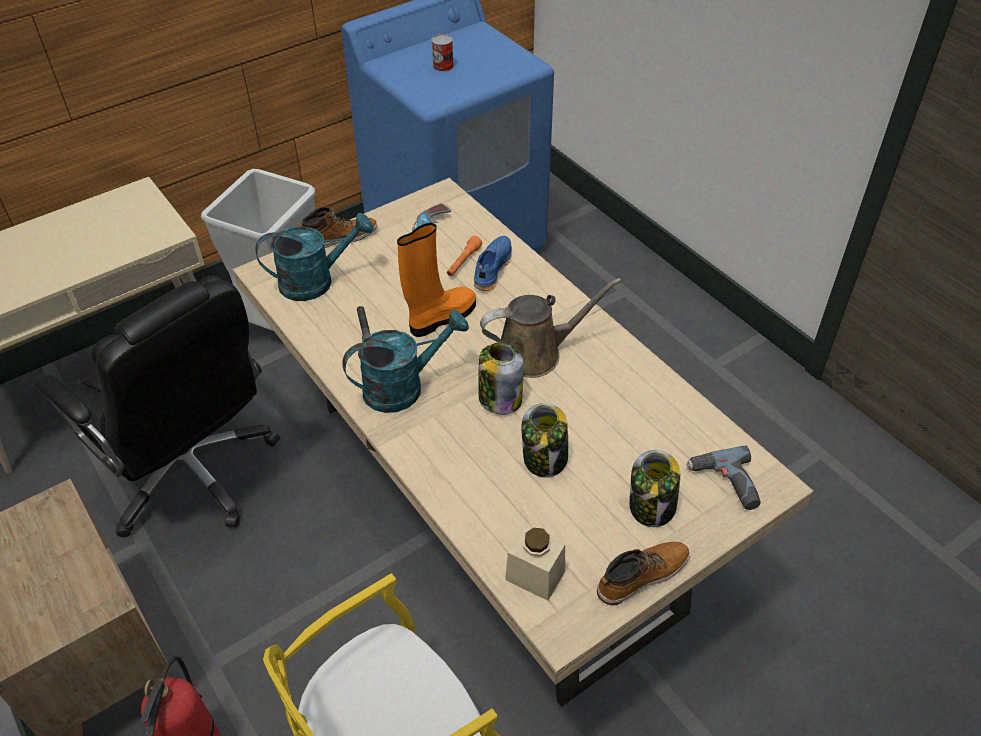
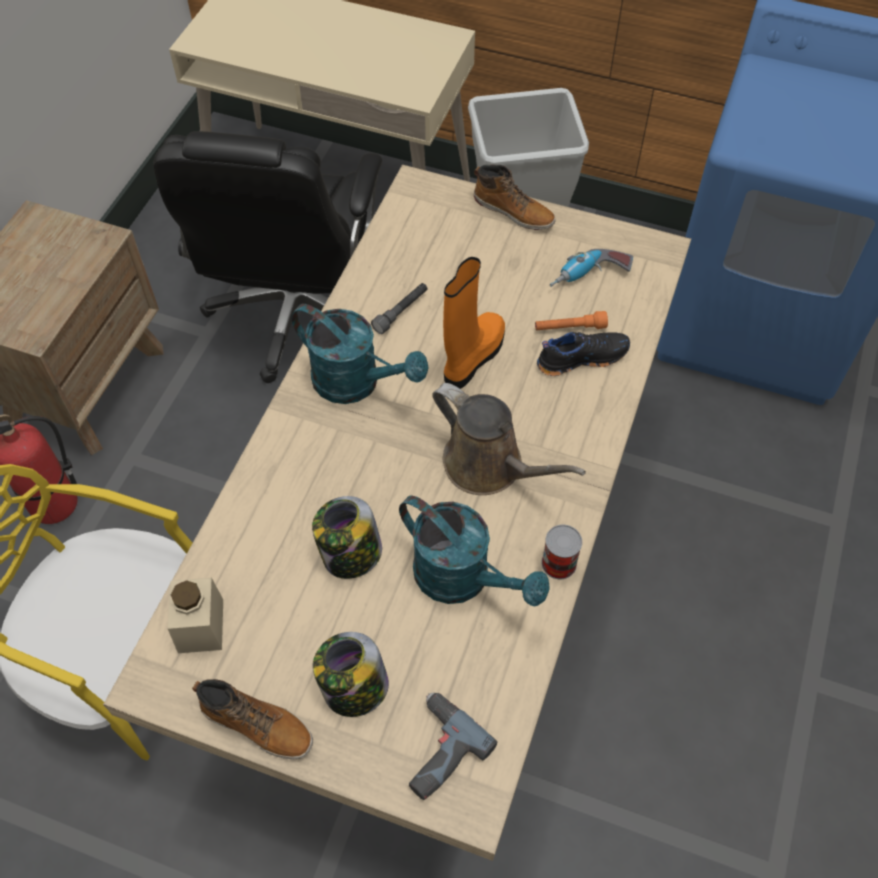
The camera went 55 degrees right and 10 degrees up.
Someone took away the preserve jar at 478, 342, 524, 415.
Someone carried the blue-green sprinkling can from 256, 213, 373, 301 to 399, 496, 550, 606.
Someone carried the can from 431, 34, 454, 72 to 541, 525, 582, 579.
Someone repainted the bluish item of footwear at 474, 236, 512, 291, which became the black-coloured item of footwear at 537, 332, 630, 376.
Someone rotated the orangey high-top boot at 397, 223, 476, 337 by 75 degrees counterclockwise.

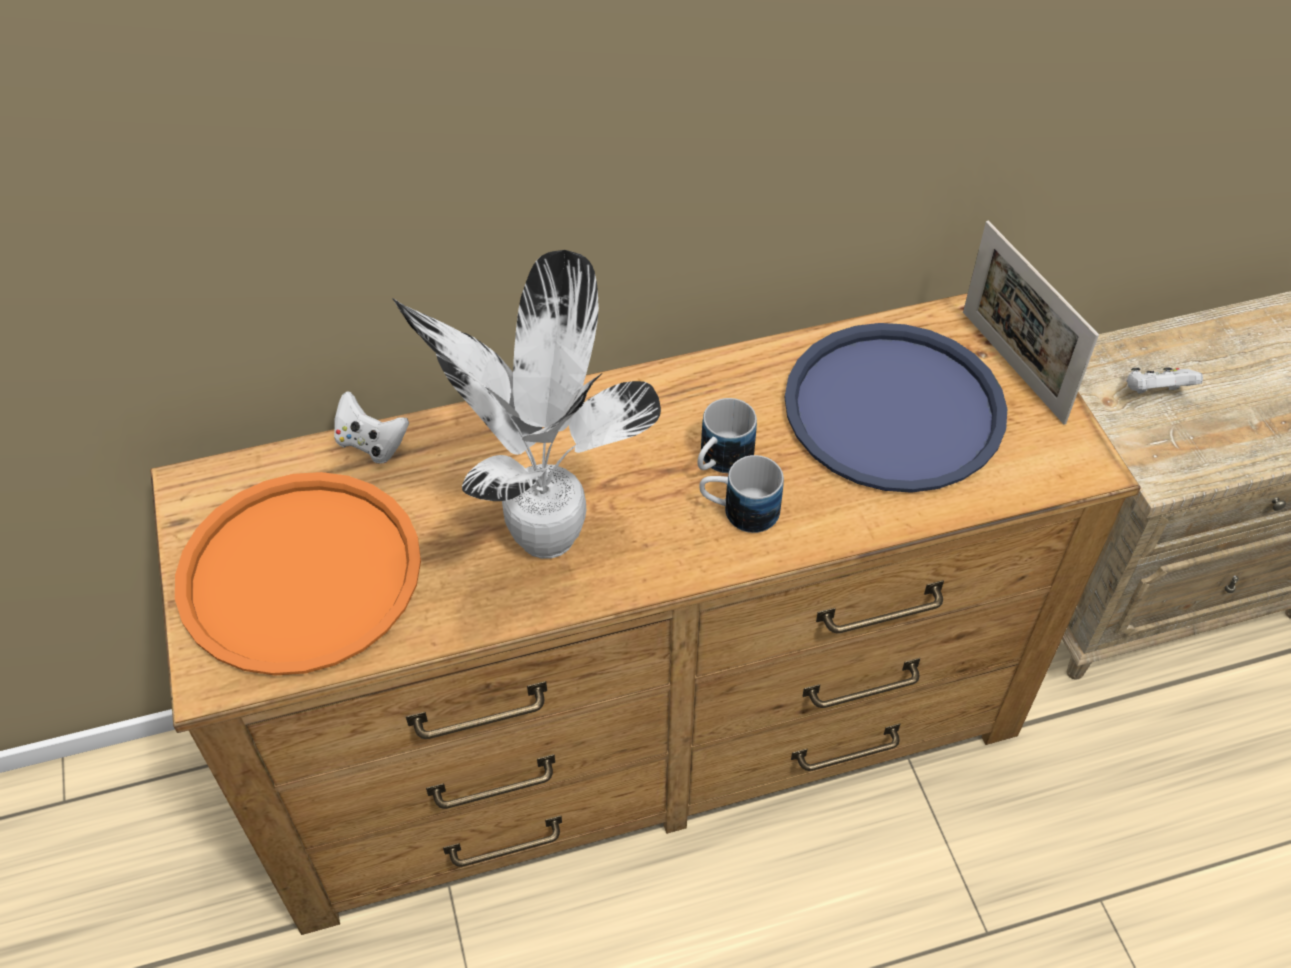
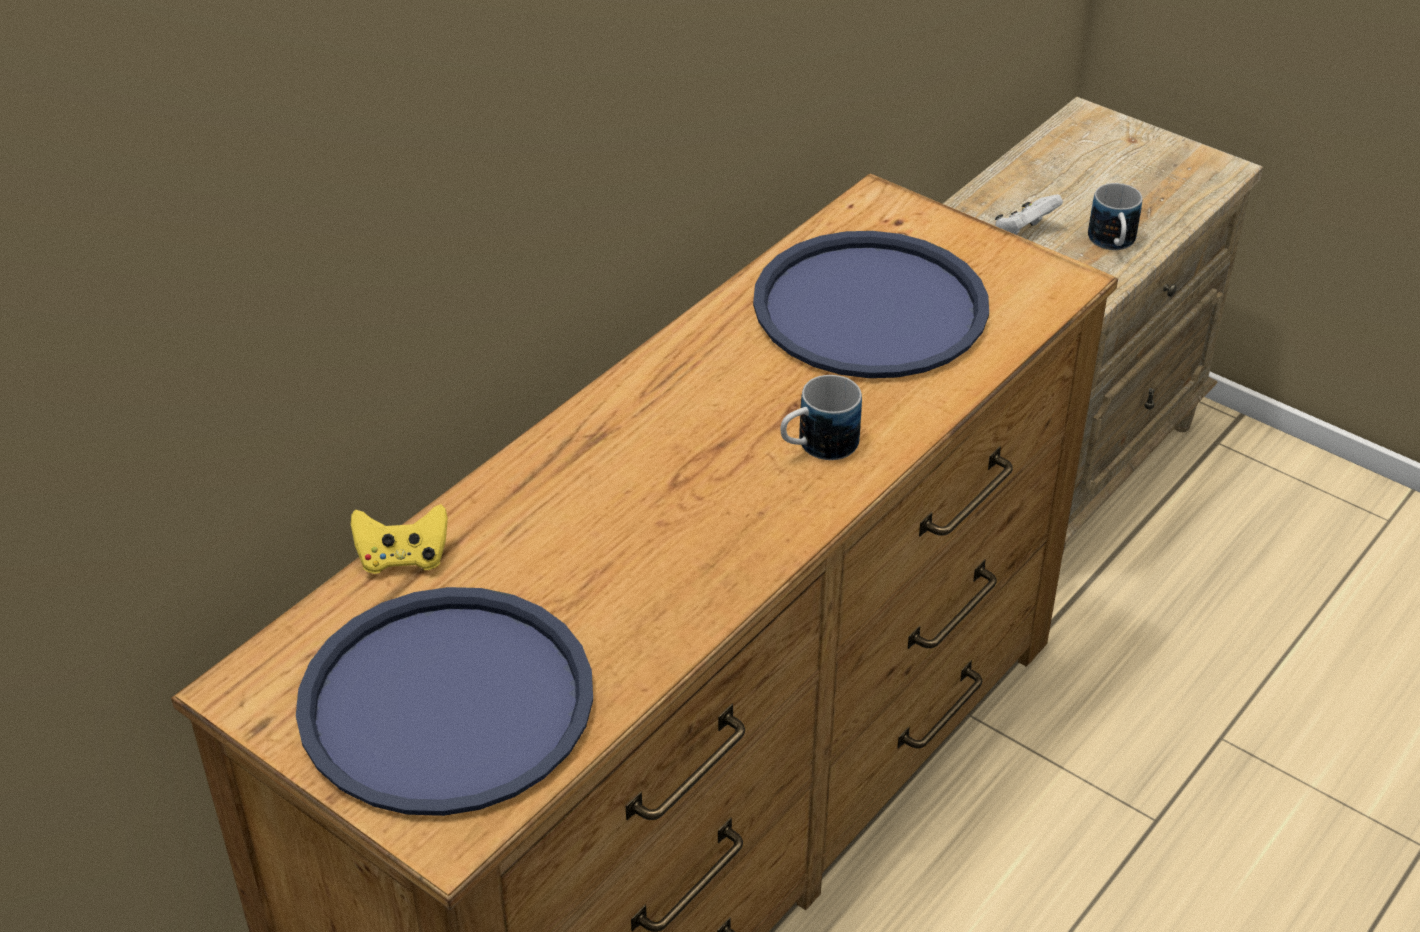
The camera went 35 degrees left and 10 degrees down.
Someone took away the plant in a pot at 392, 250, 661, 559.
Someone took away the photo frame at 963, 221, 1099, 425.
Someone carried the tea mug from 698, 398, 757, 473 to 1088, 183, 1142, 250.
Someone repainted the orangey tray at 175, 472, 421, 675, which became the bluish tray at 296, 587, 593, 816.
Someone repainted the whitish joypad at 334, 392, 409, 464, which became the yellowish joypad at 351, 504, 448, 574.

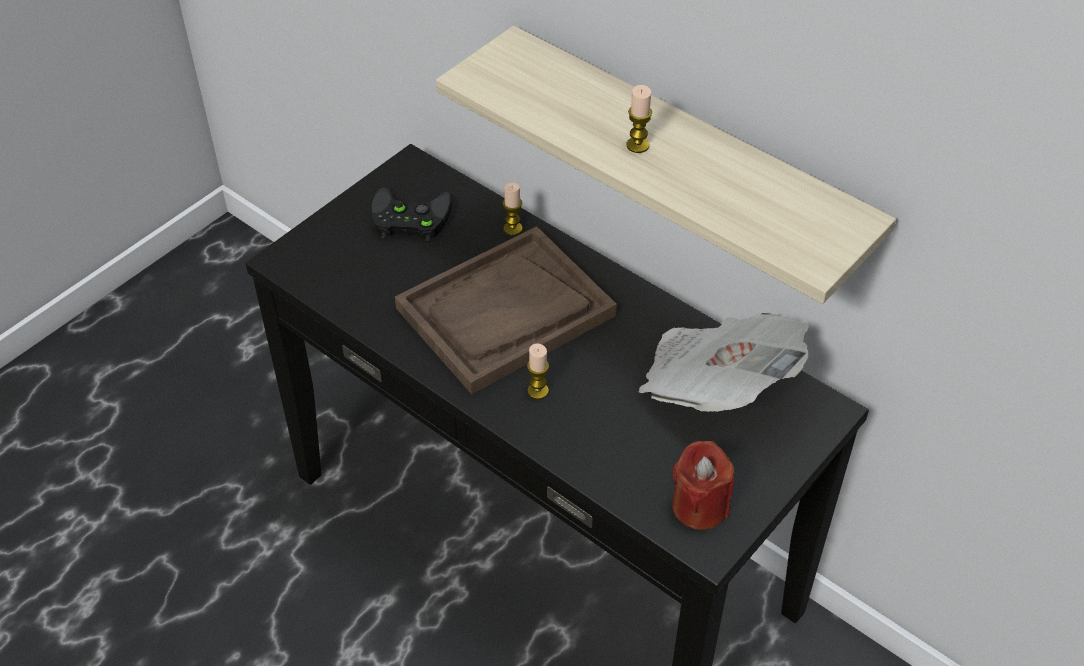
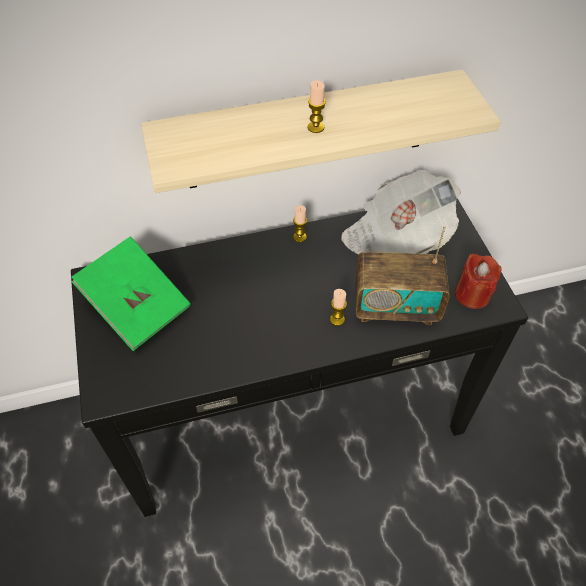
The camera went 55 degrees left and 5 degrees up.
Someone took away the brown-coloured tray at 395, 226, 617, 394.
Someone put down the radio set at 355, 226, 450, 325.
Someone carried the wax candle from 503, 183, 523, 236 to 293, 206, 307, 242.
Someone swapped the black-coloured joypad at 372, 188, 452, 242 for the green bound book at 72, 237, 191, 351.

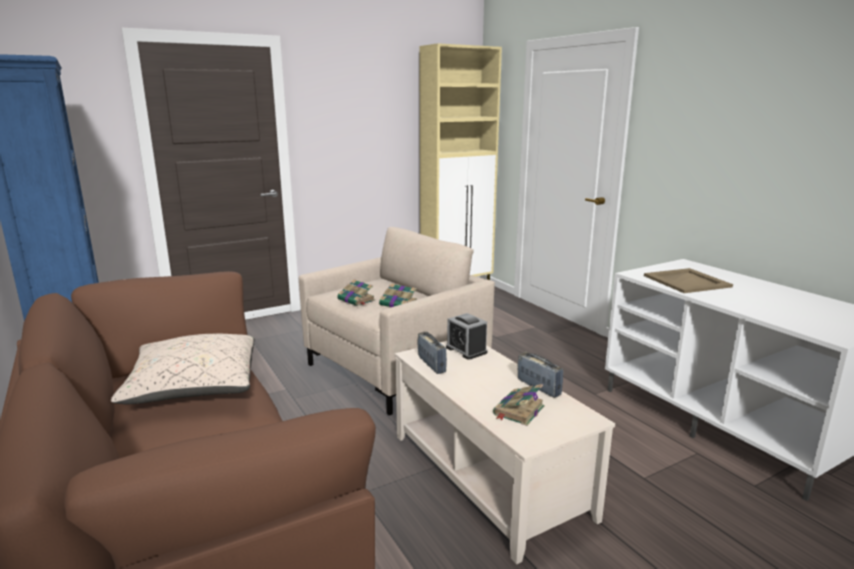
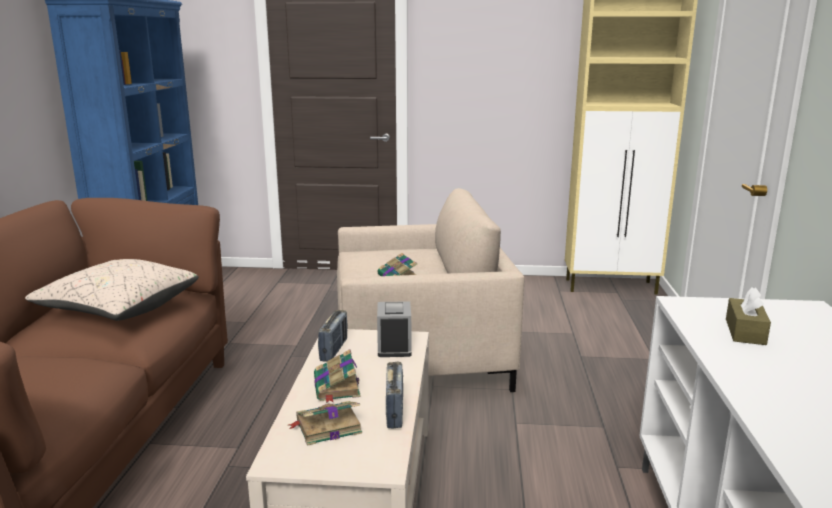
The camera went 35 degrees right and 0 degrees up.
Someone carried the bound book from 337, 279, 375, 306 to 314, 349, 361, 403.
Someone swapped the beige tray at 644, 268, 733, 293 for the brown-coloured box of tissues at 726, 287, 771, 345.

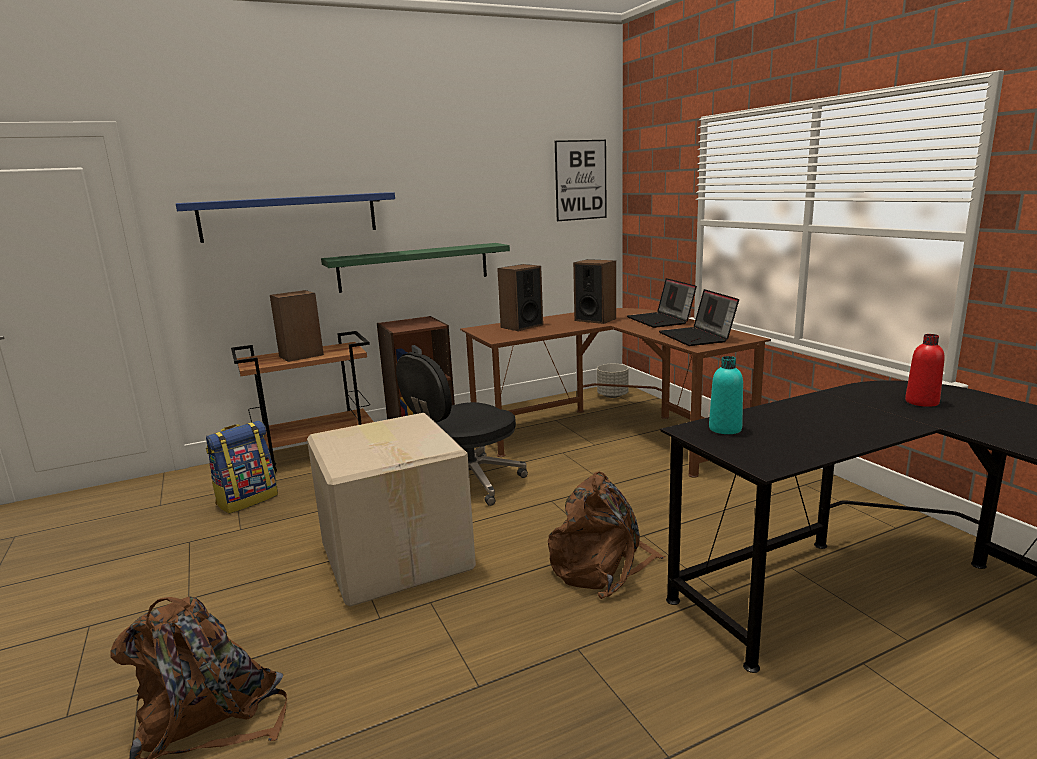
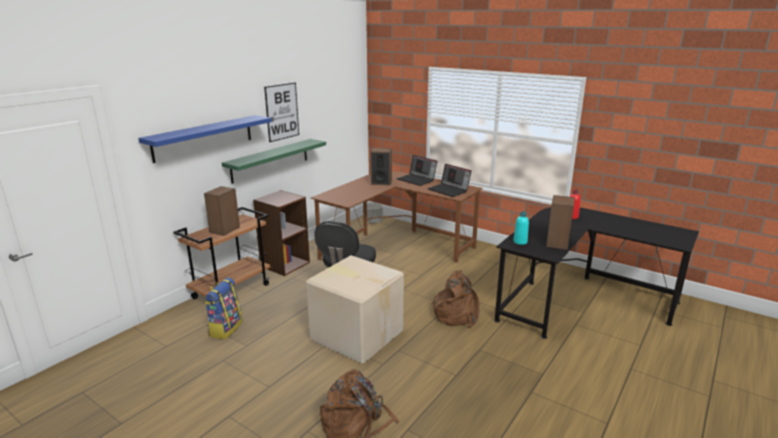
The camera went 30 degrees left and 5 degrees up.
Someone carried the speaker from 497, 264, 543, 331 to 546, 195, 575, 250.
Someone carried the wall picture from 555, 140, 607, 221 to 264, 82, 299, 142.

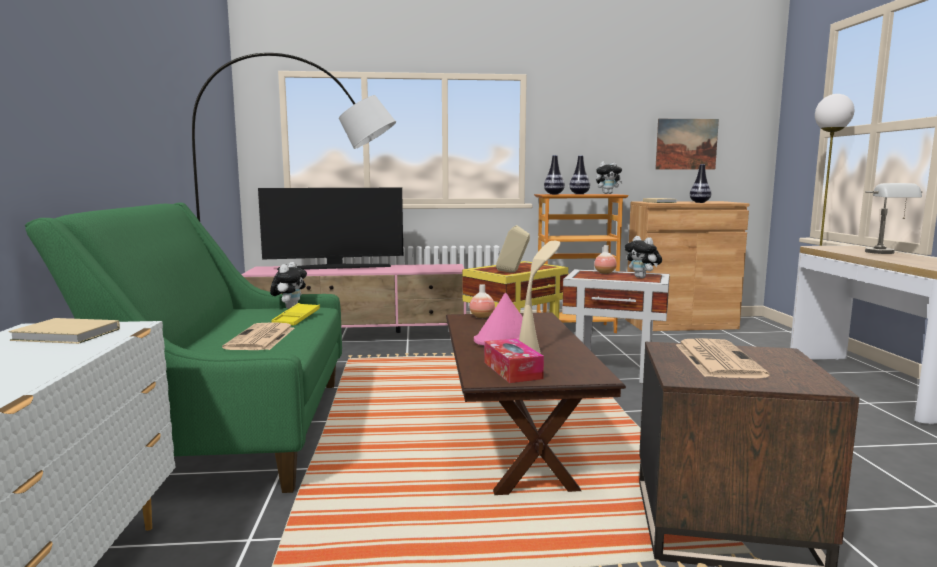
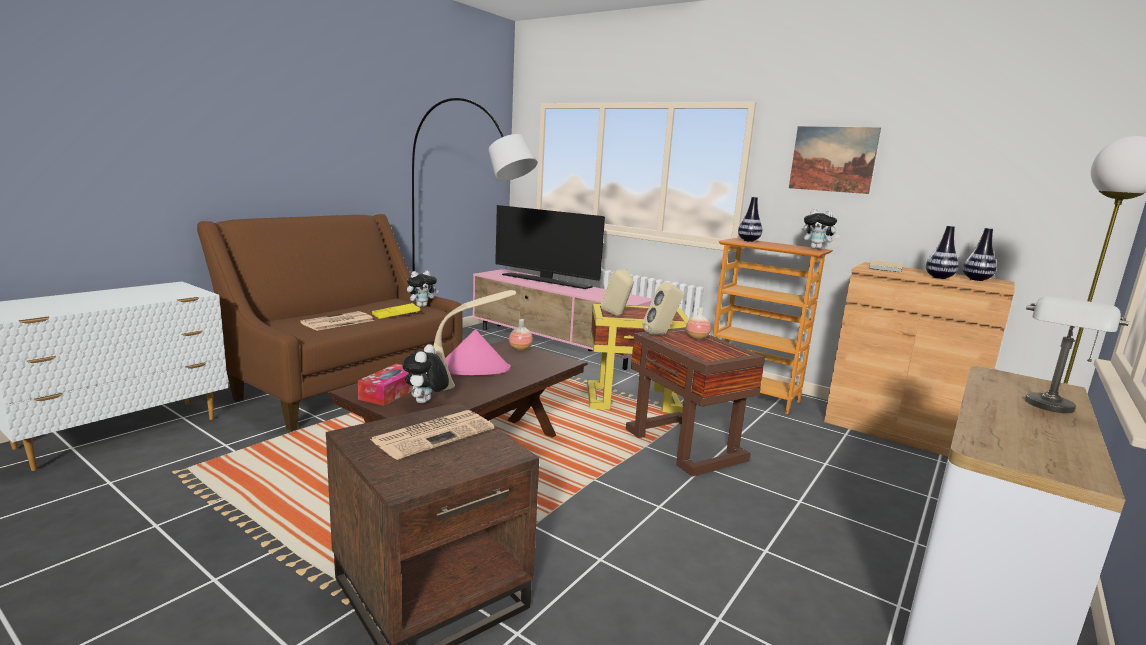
The camera went 40 degrees right and 5 degrees up.
Someone took away the beige bound book at 9, 318, 120, 344.
Someone put down the beige speaker at 642, 282, 684, 335.
Someone carried the flower vase from 569, 155, 590, 194 to 963, 228, 997, 281.
Someone carried the cuddly toy from 624, 236, 662, 278 to 402, 344, 449, 404.
Someone carried the wall picture from 655, 119, 719, 170 to 789, 126, 881, 194.
Someone repainted the green settee at 25, 202, 342, 493, which became the brown-coloured settee at 197, 214, 463, 431.
Someone repainted the whitish accent table at 562, 269, 670, 383, which became the brown-coloured accent table at 626, 327, 765, 476.

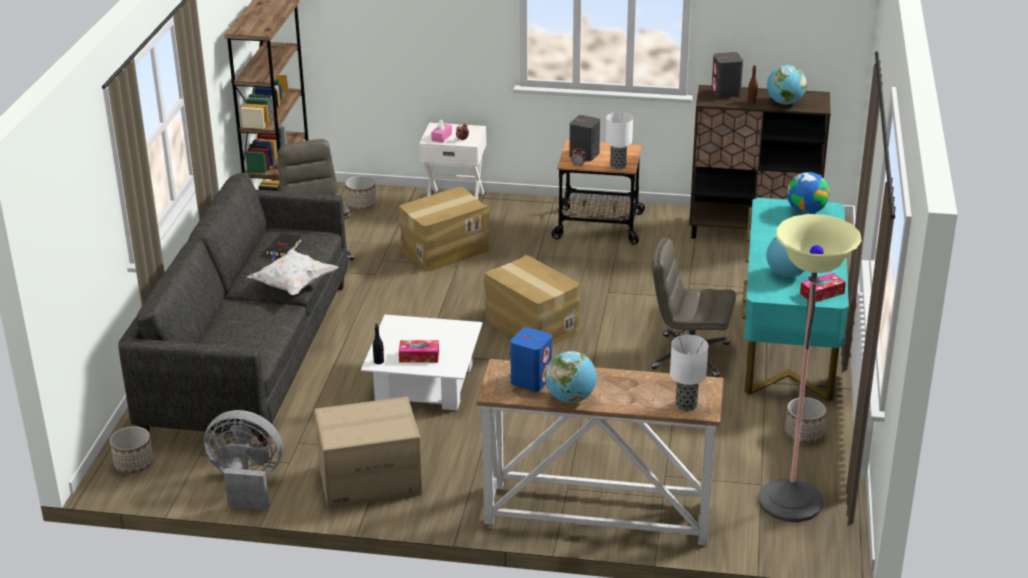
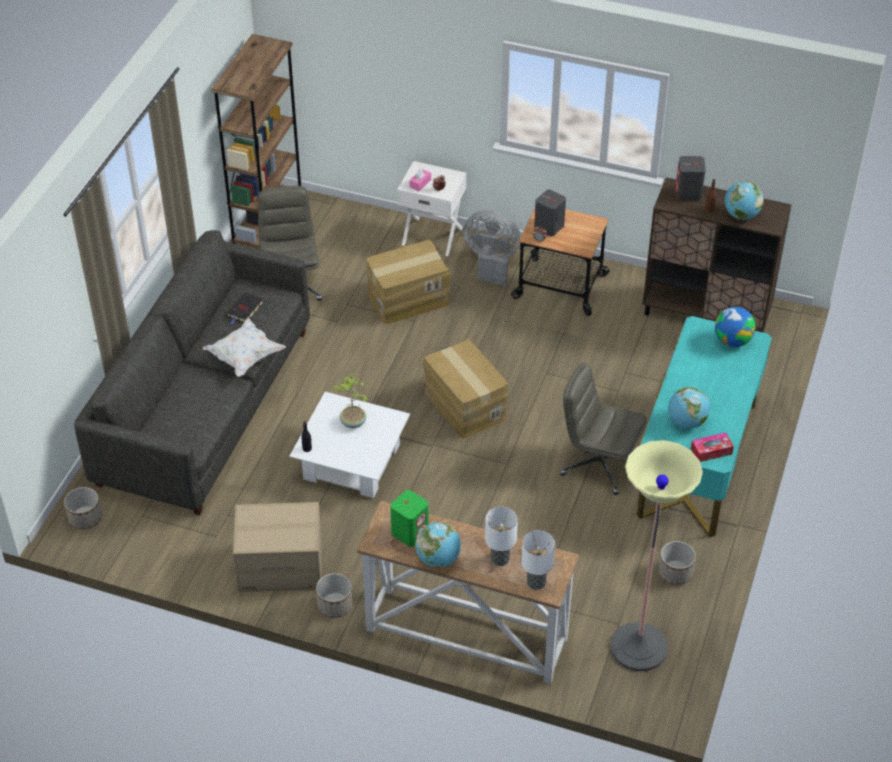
The camera went 10 degrees right and 15 degrees up.
Someone took away the box of tissues at 399, 340, 439, 363.
Someone put down the plant in a pot at 333, 373, 367, 428.
Someone carried the gray cooling fan from 204, 410, 282, 510 to 464, 210, 521, 286.
Someone carried the flower pot from 345, 176, 377, 210 to 316, 573, 353, 618.
Someone carried the table lamp from 606, 112, 633, 169 to 485, 507, 518, 566.
Someone repainted the bluish speaker at 510, 327, 552, 392, which became the green speaker at 390, 490, 429, 547.

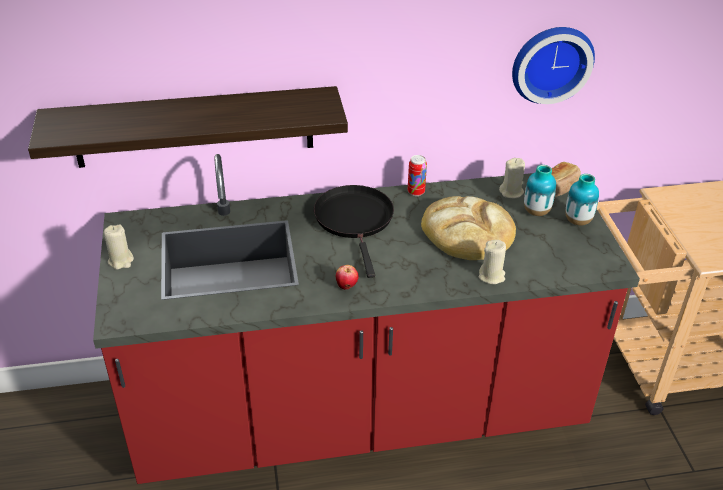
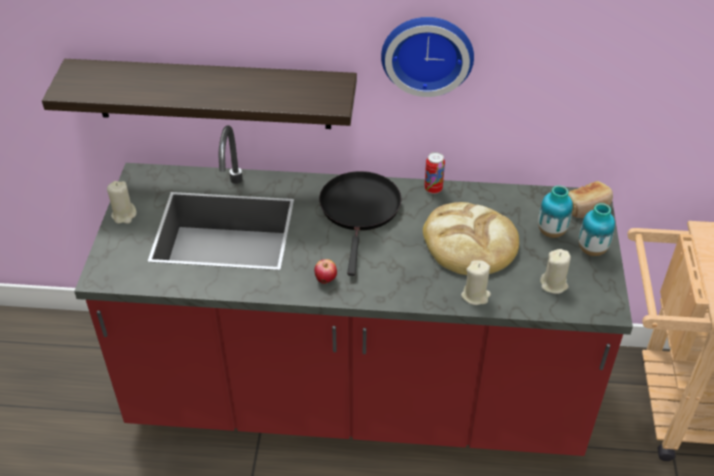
The camera went 15 degrees right and 5 degrees up.
Someone carried the beige wax candle from 499, 158, 525, 198 to 540, 249, 571, 294.
Someone carried the wall clock from 512, 27, 595, 104 to 381, 17, 474, 97.

